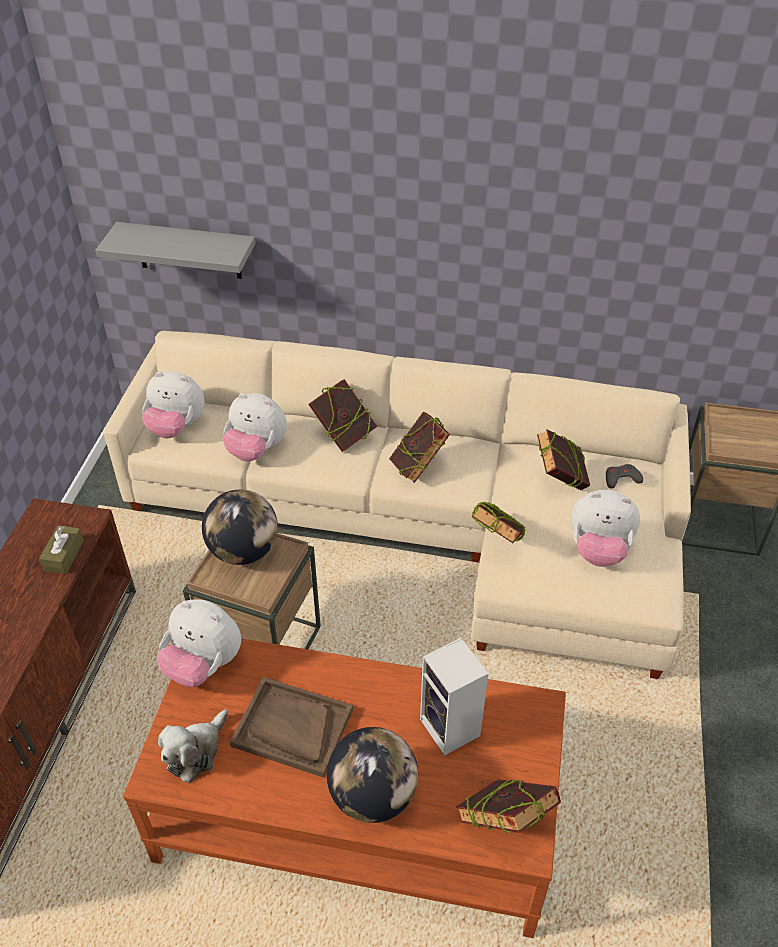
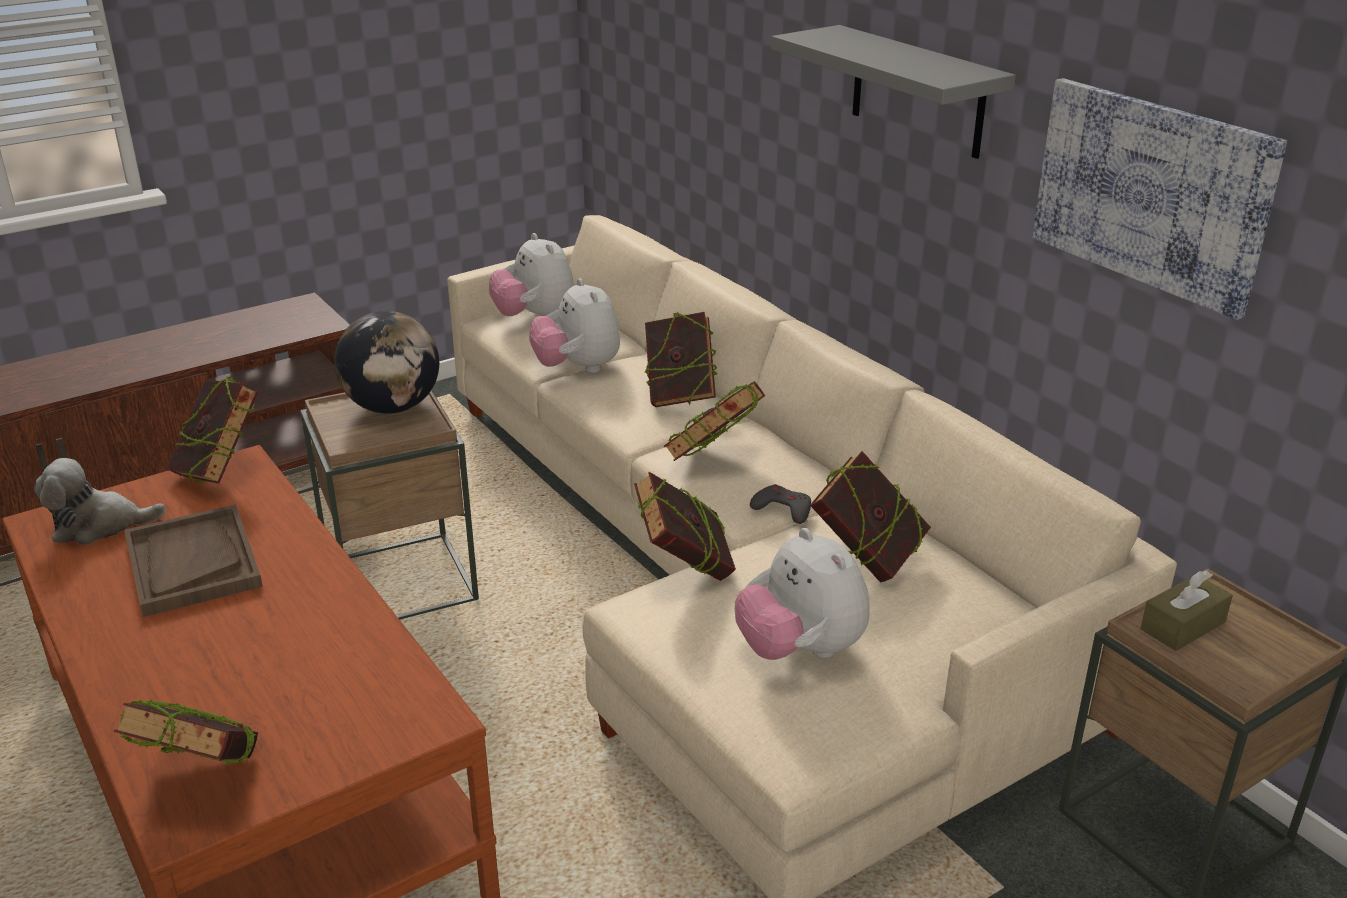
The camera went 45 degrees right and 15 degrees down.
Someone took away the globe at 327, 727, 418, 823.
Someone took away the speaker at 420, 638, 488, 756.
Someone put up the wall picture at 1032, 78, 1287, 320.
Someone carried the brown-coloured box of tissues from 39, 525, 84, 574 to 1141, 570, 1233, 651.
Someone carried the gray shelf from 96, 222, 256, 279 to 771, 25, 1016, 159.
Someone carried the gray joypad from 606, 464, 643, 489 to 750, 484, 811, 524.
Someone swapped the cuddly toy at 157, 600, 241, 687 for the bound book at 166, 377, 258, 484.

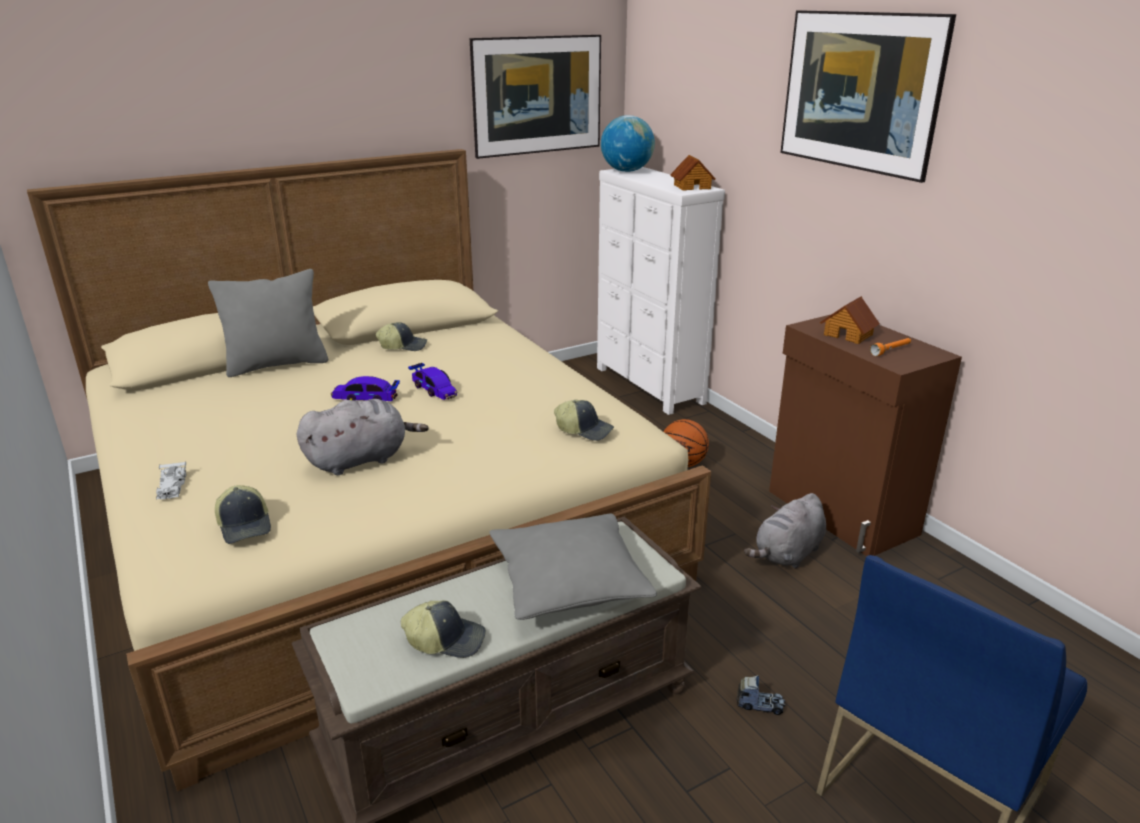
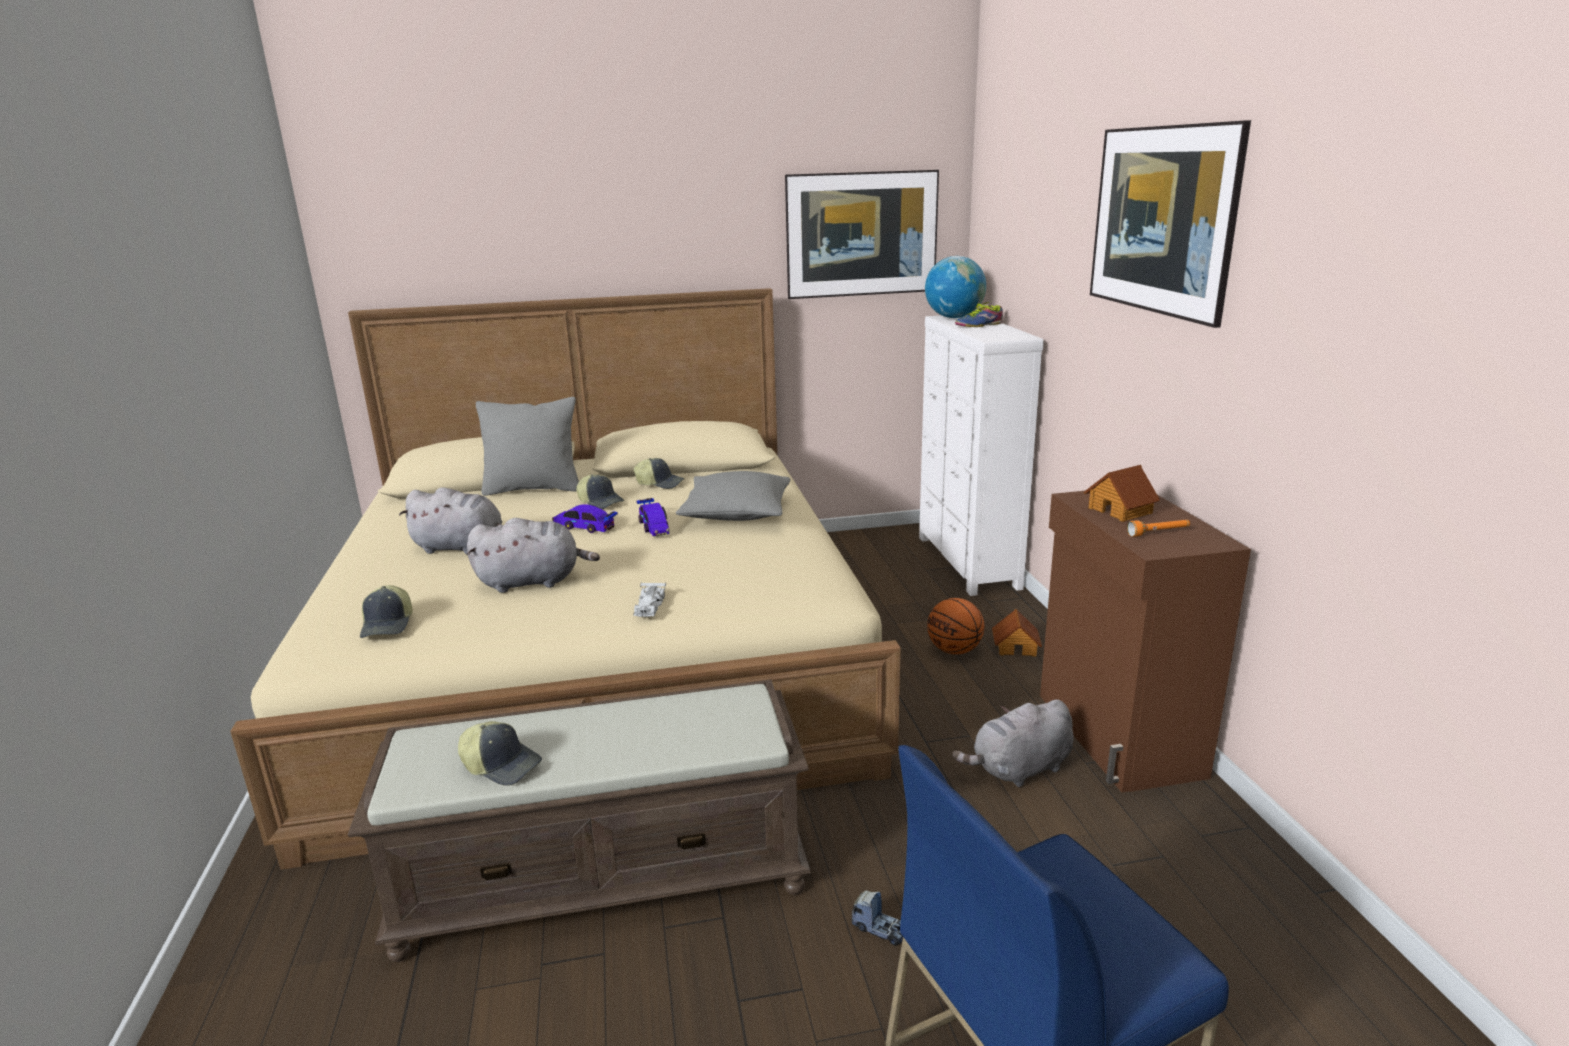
The camera went 20 degrees right and 5 degrees down.
Someone put down the gray cuddly toy at 399, 487, 503, 555.
Someone put down the item of footwear at 955, 302, 1003, 327.
Someone carried the whitish model car from 156, 461, 186, 500 to 633, 582, 666, 617.
Someone carried the gray cushion from 489, 514, 657, 620 to 676, 471, 791, 521.
Someone carried the baseball cap from 554, 400, 614, 441 to 576, 474, 624, 509.
Someone carried the toy house from 670, 155, 715, 191 to 992, 609, 1042, 657.

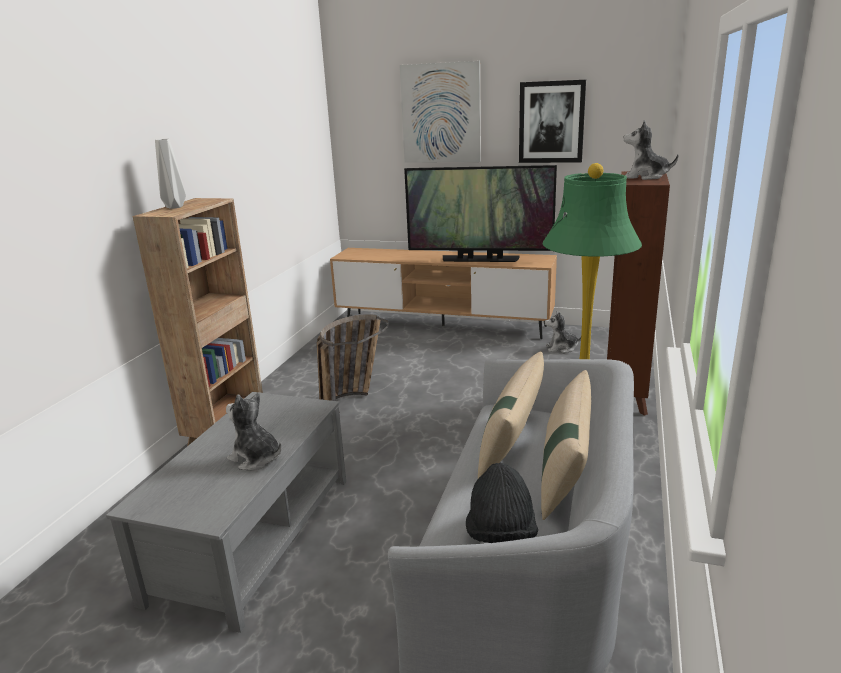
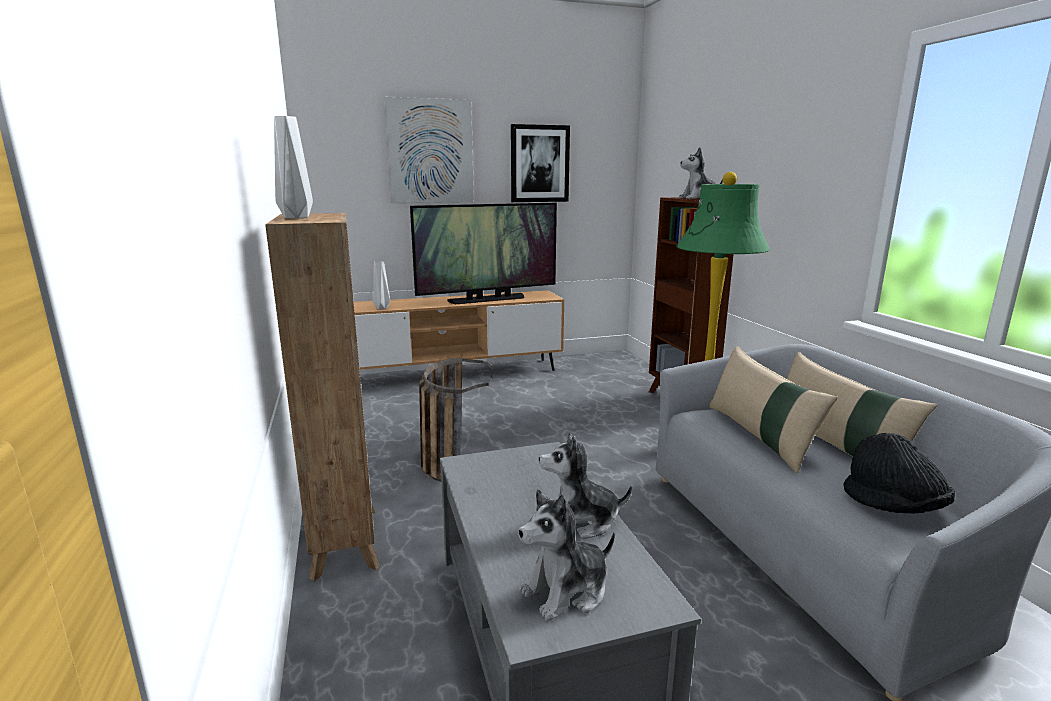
The camera went 35 degrees left and 5 degrees down.
Someone put down the gray flower vase at 372, 261, 390, 309.
Someone carried the cuddly toy from 544, 311, 581, 353 to 518, 489, 615, 621.

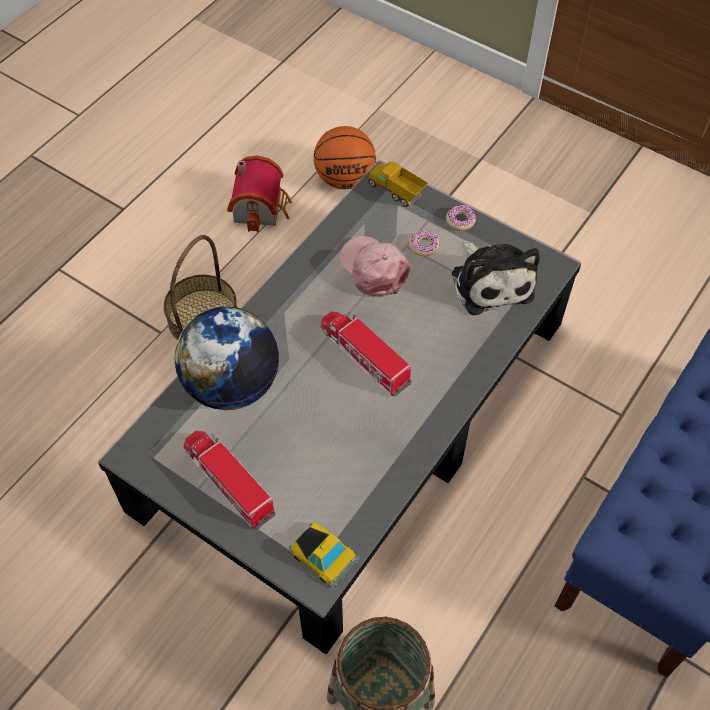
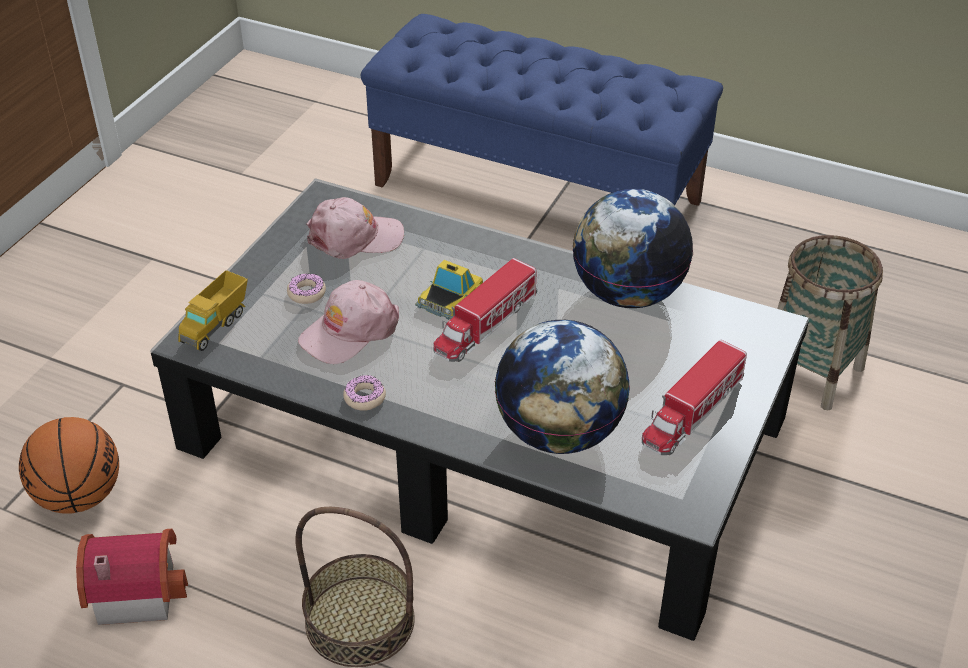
The camera went 100 degrees left and 15 degrees down.
Someone put down the globe at 573, 189, 693, 308.
Someone carried the model car from 287, 522, 359, 588 to 415, 260, 483, 320.
Someone carried the ring doughnut from 446, 205, 476, 231 to 343, 375, 386, 411.
Someone swapped the cuddly toy at 452, 241, 540, 315 for the pink-coloured baseball cap at 306, 197, 404, 259.

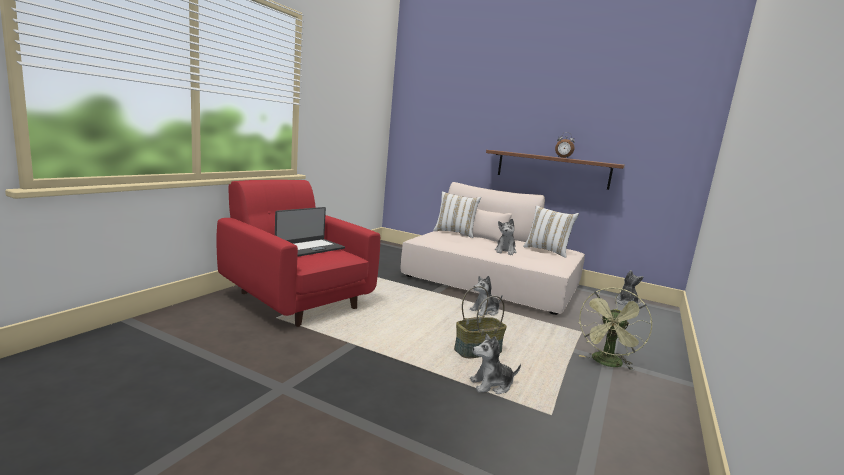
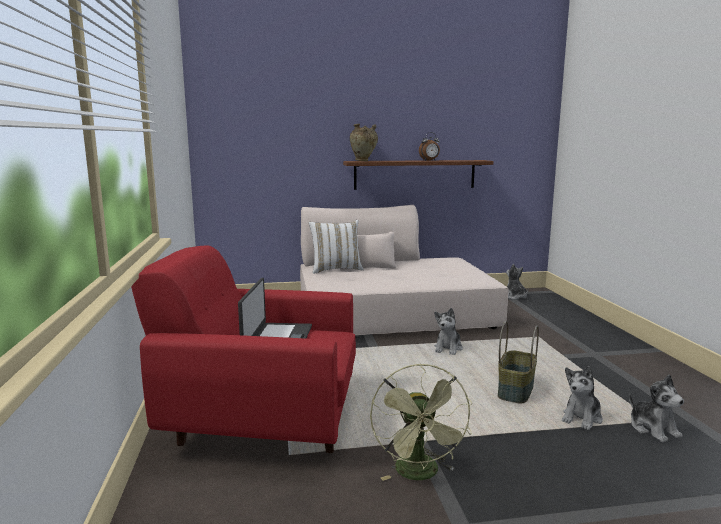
The camera went 35 degrees left and 0 degrees up.
Someone took away the whitish cushion at 523, 205, 579, 258.
Someone put down the beige flower vase at 350, 124, 378, 161.
Someone carried the cuddly toy from 495, 219, 517, 255 to 629, 374, 684, 442.
Someone carried the green cooling fan from 579, 288, 652, 370 to 370, 363, 472, 481.

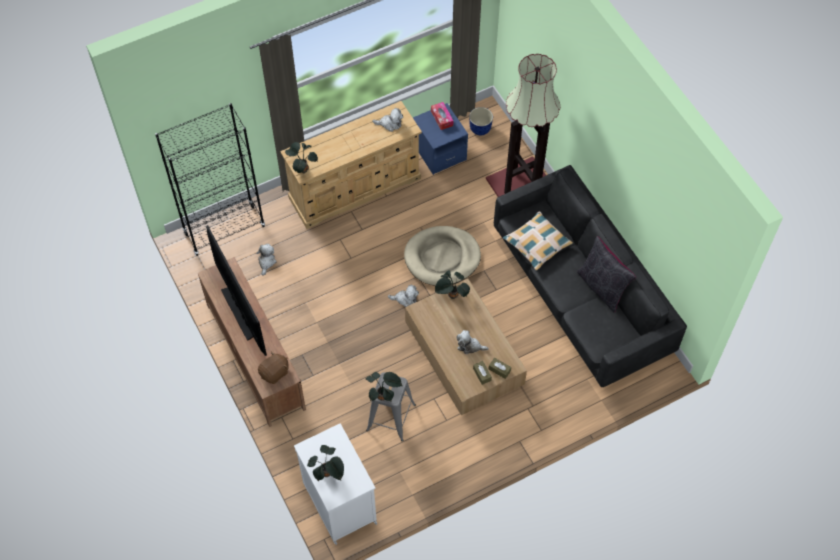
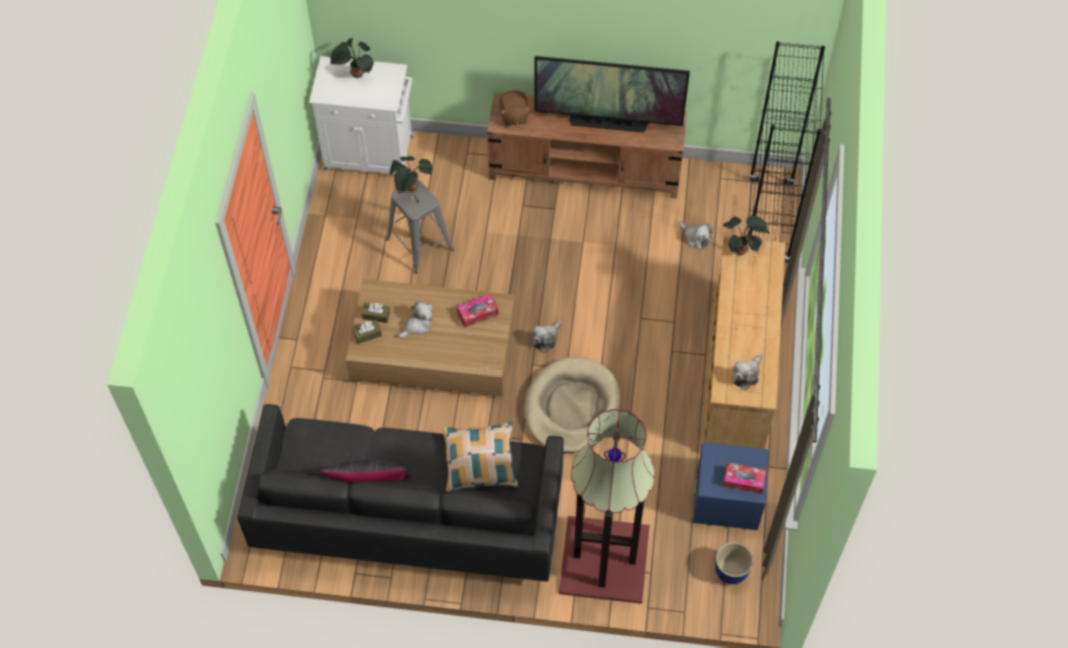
The camera went 125 degrees right and 0 degrees up.
Someone took away the plant in a pot at 435, 270, 470, 299.
Someone put down the box of tissues at 457, 294, 499, 328.

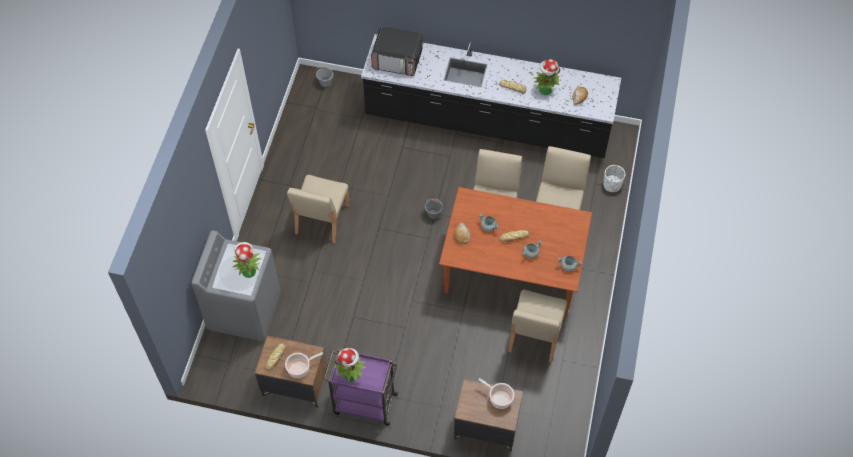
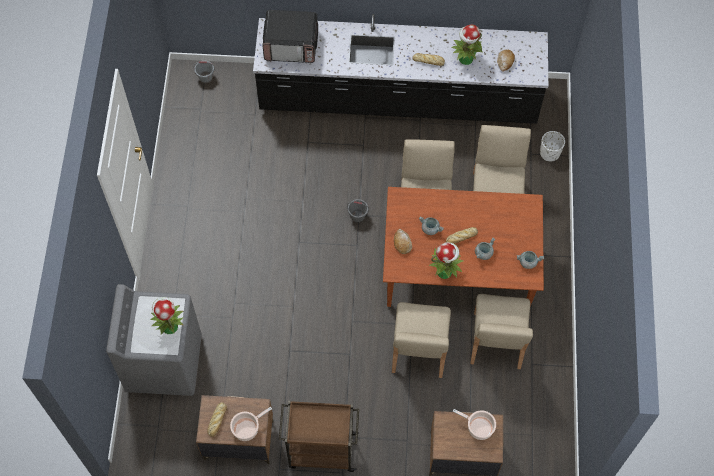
The camera went 10 degrees left and 5 degrees up.
Someone carried the beige upright chair from 287, 175, 350, 244 to 392, 302, 451, 378.
Someone carried the plant in a pot from 334, 348, 366, 382 to 429, 242, 463, 279.
Someone repainted the purplish trolley at 324, 349, 399, 426, which became the brown-coloured trolley at 279, 401, 359, 472.

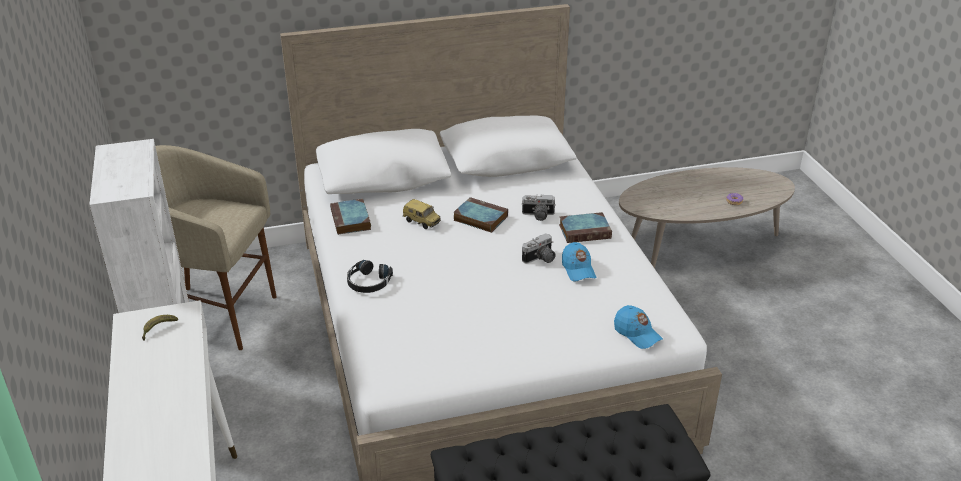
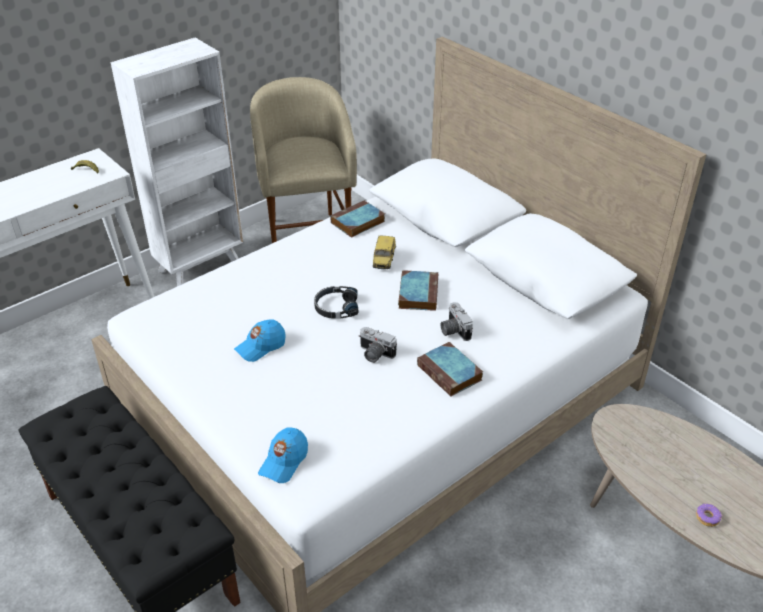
The camera went 65 degrees right and 5 degrees up.
Someone carried the black-coloured headset from 347, 260, 393, 293 to 314, 286, 358, 319.
Someone carried the bluish baseball cap from 562, 242, 596, 282 to 234, 319, 286, 362.

